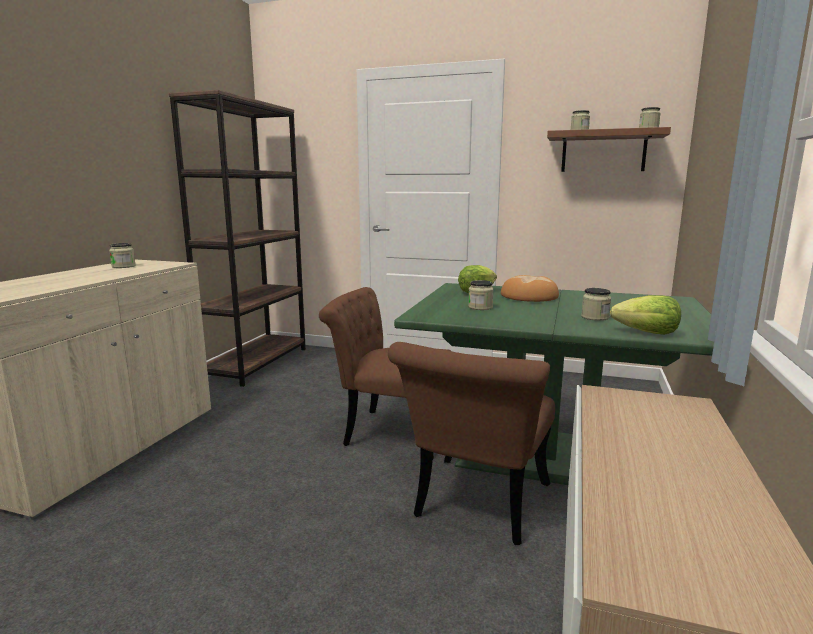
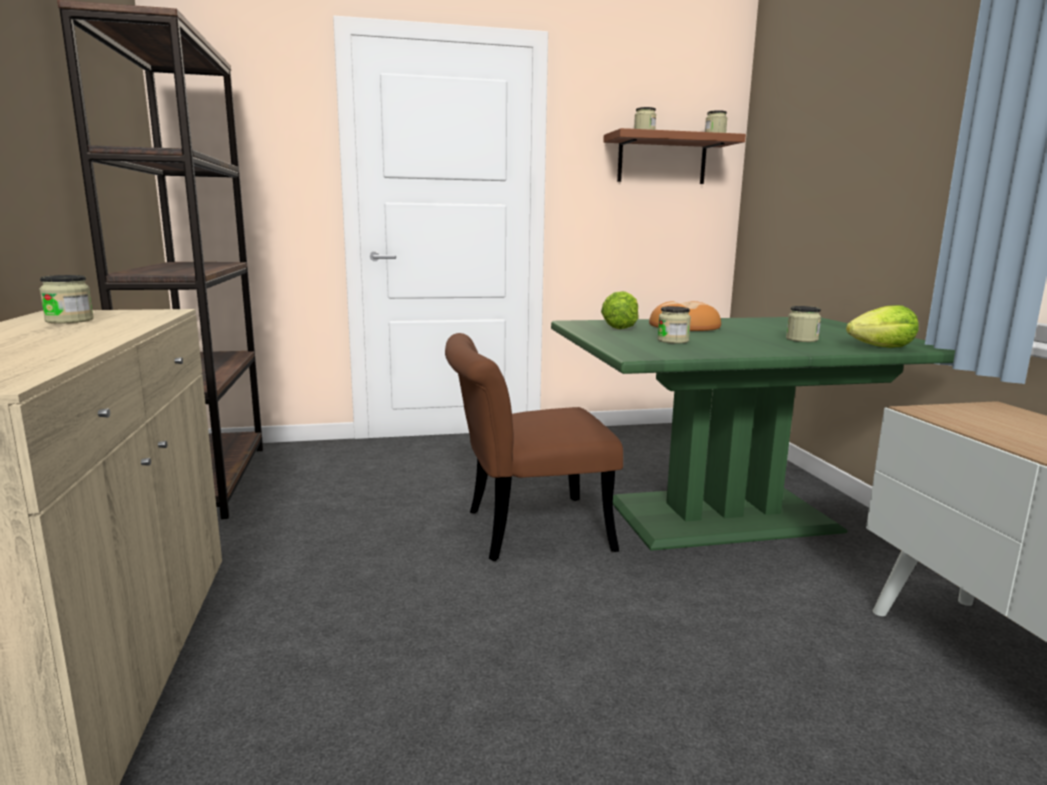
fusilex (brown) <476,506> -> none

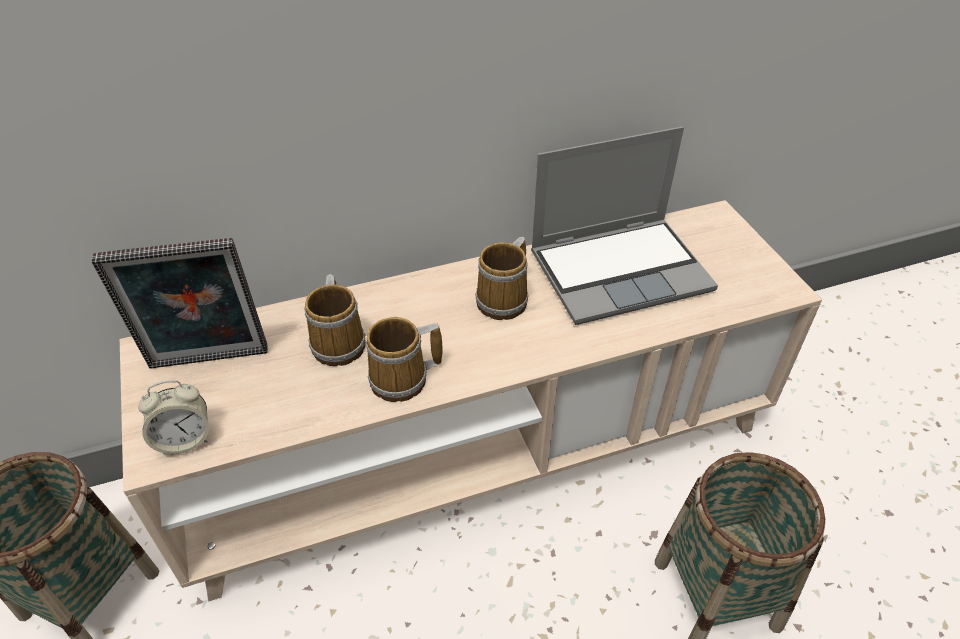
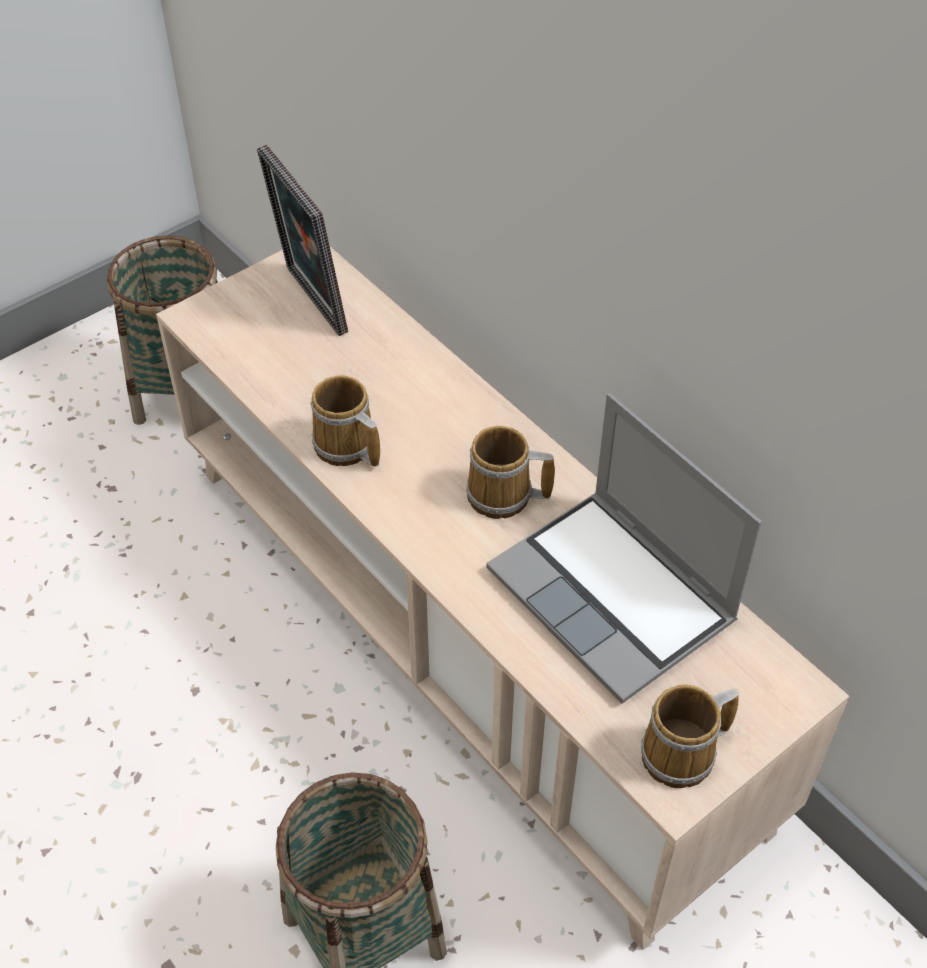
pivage <184,439> -> none
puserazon <340,342> -> puserazon <684,755>, moved

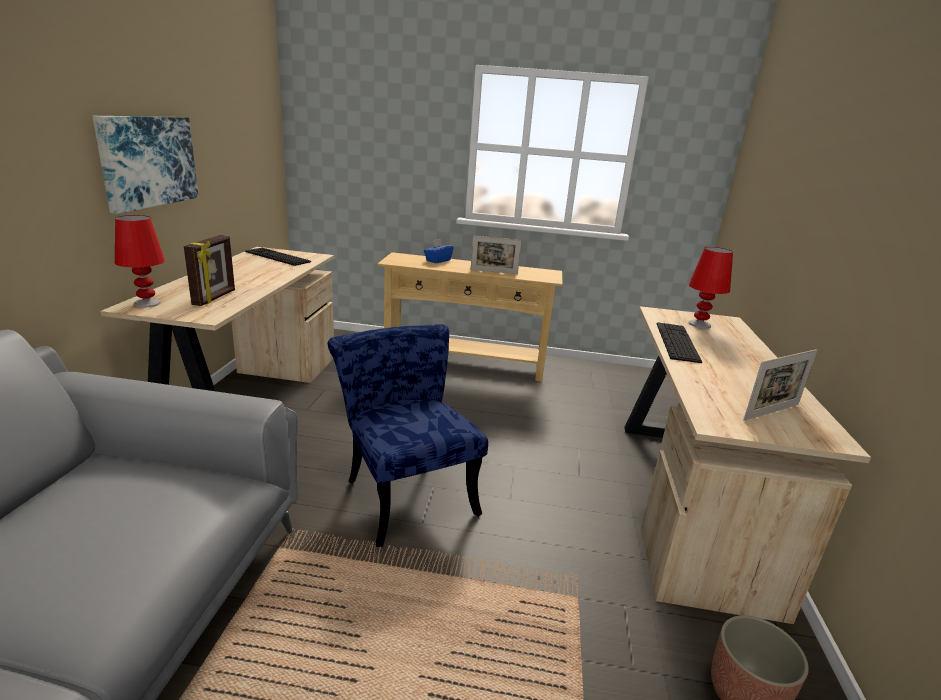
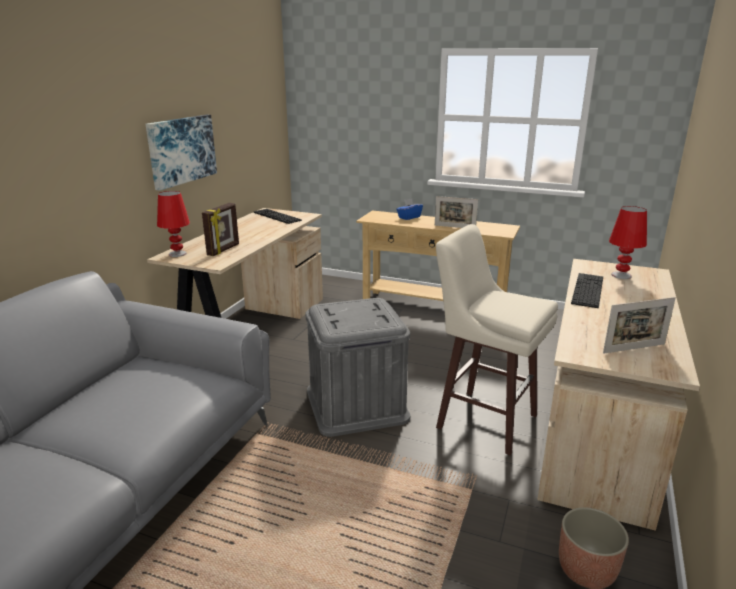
fusilex (blue) <405,491> -> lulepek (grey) <356,404>
none -> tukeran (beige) <484,420>

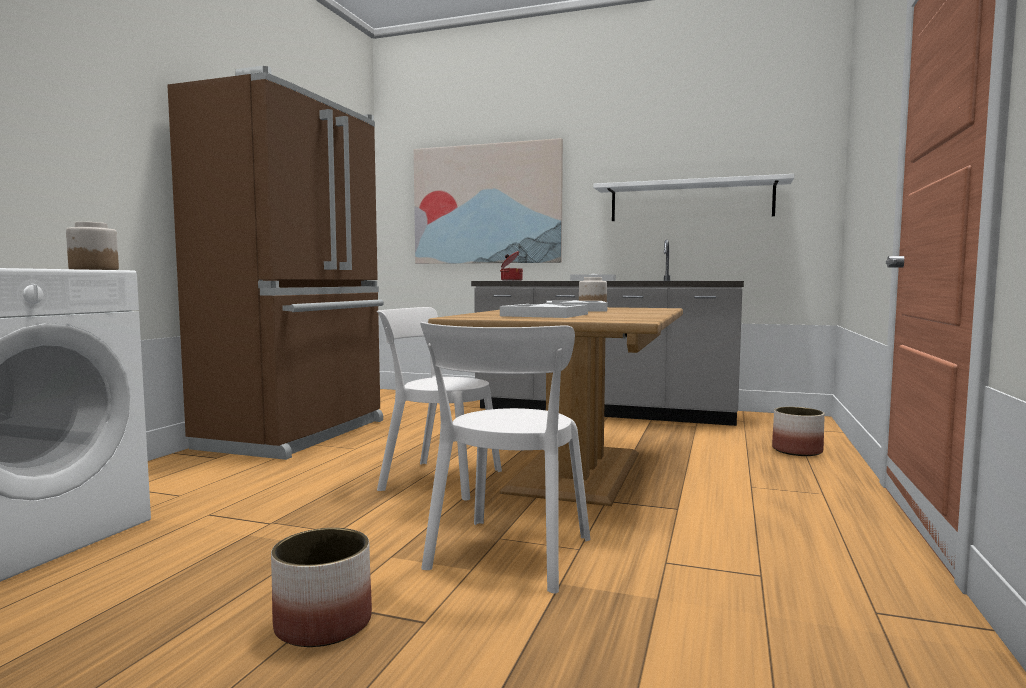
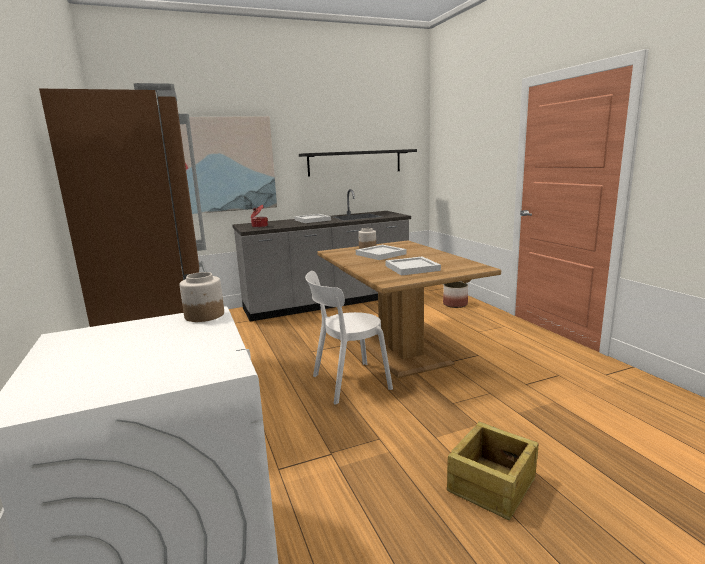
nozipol <323,624> -> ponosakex <490,484>
fusilex (white) <507,556> -> none
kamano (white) <690,201> -> kamano (black) <355,162>

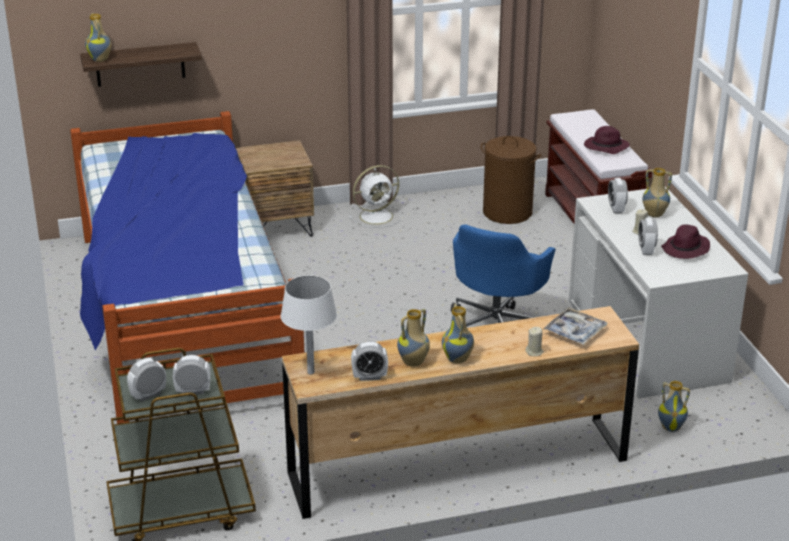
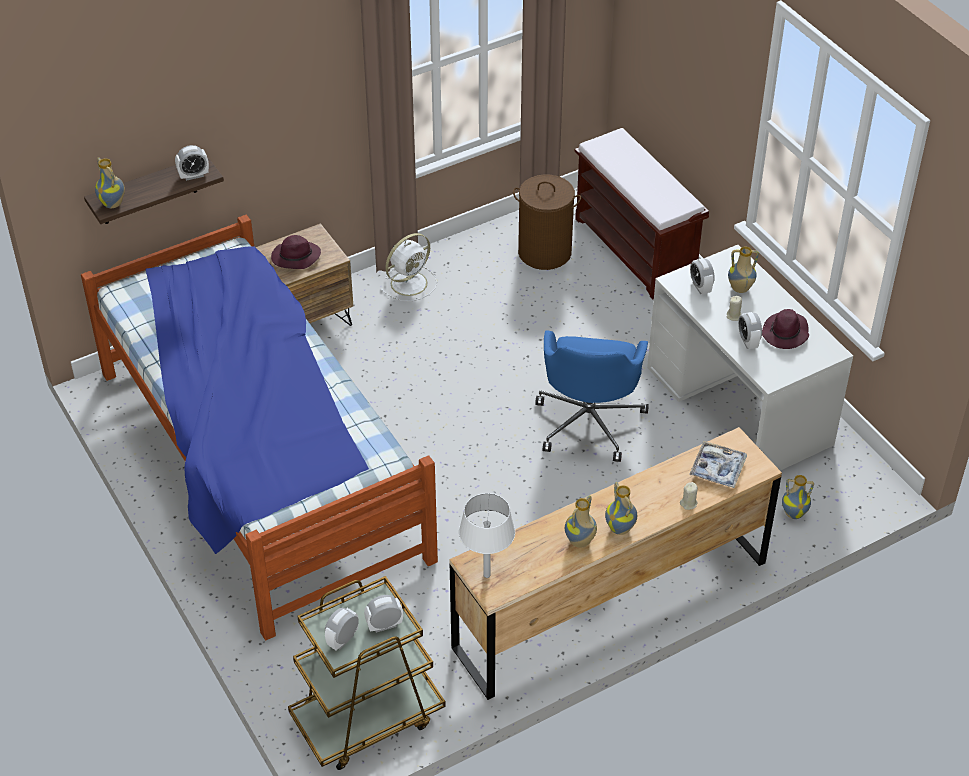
pivage <369,377> -> pivage <193,175>, moved
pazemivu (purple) <605,147> -> pazemivu (purple) <295,258>, moved

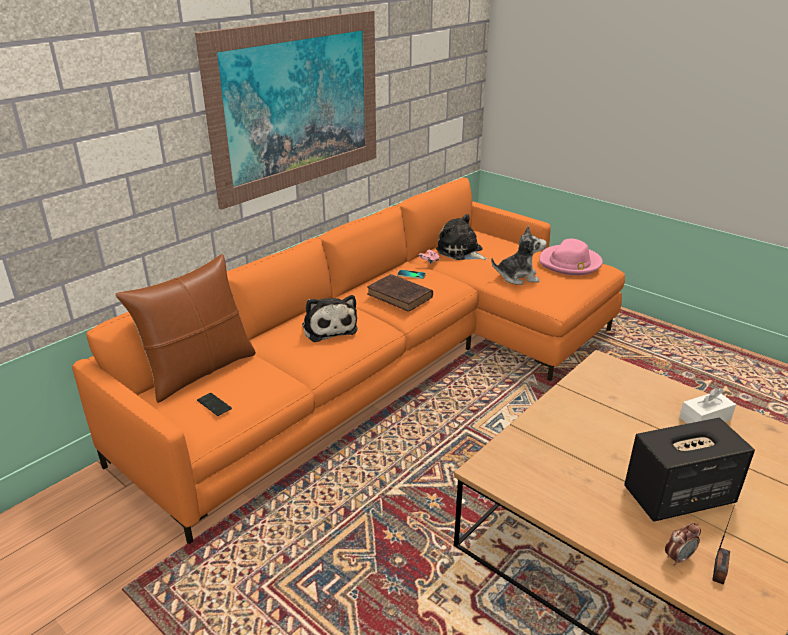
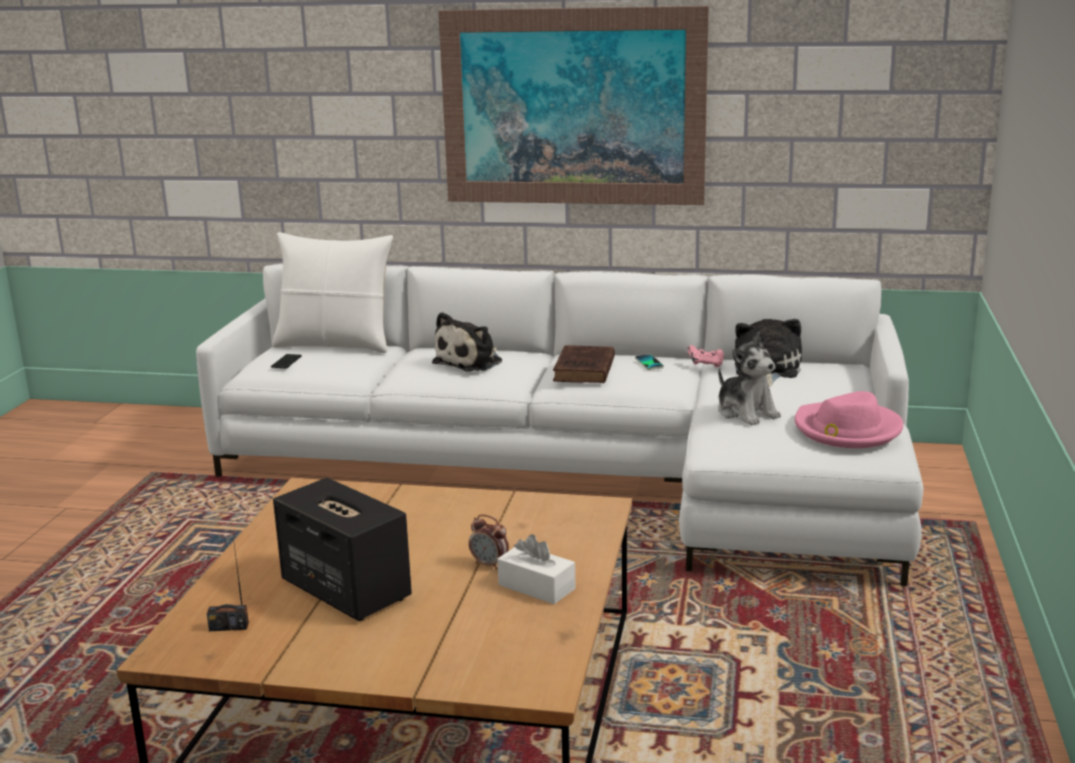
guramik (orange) <392,367> -> guramik (white) <585,475>
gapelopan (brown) <199,371> -> gapelopan (white) <335,344>
pivage <678,558> -> pivage <489,564>, moved

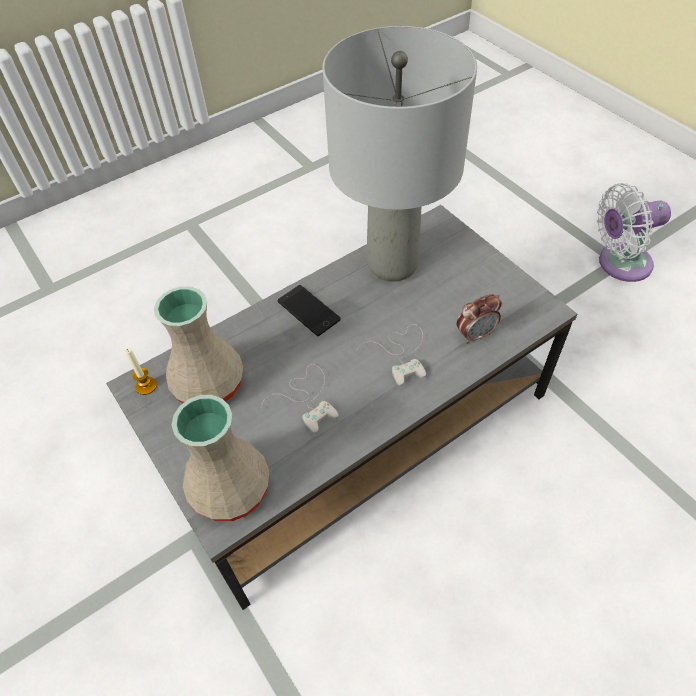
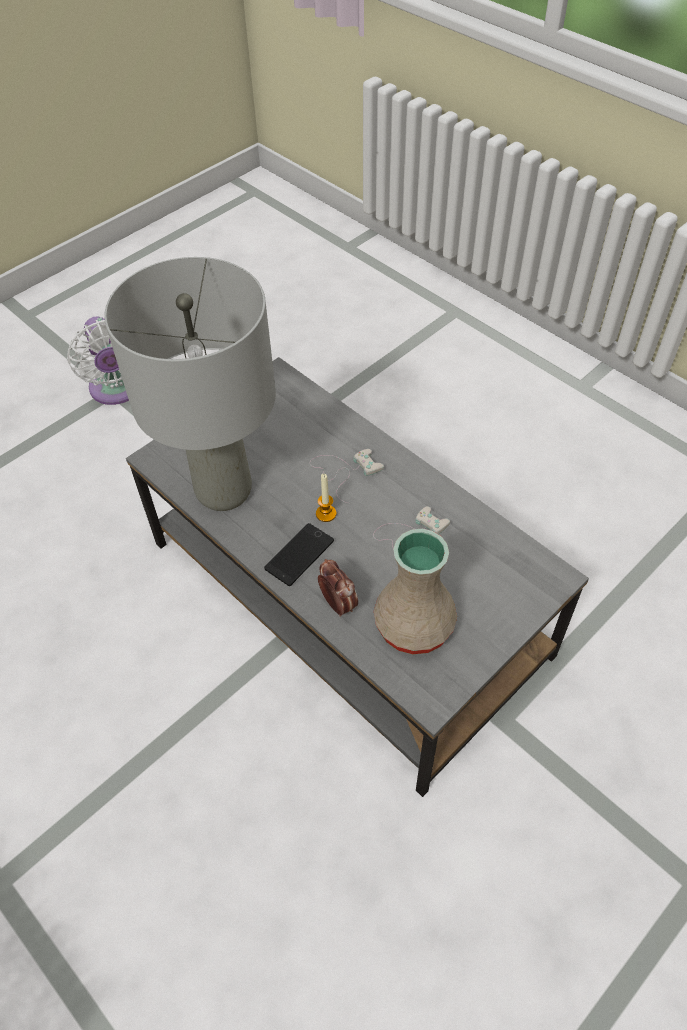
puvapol <146,386> -> puvapol <326,513>, moved
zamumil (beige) <232,490> -> none
pivage <475,334> -> pivage <338,604>, moved

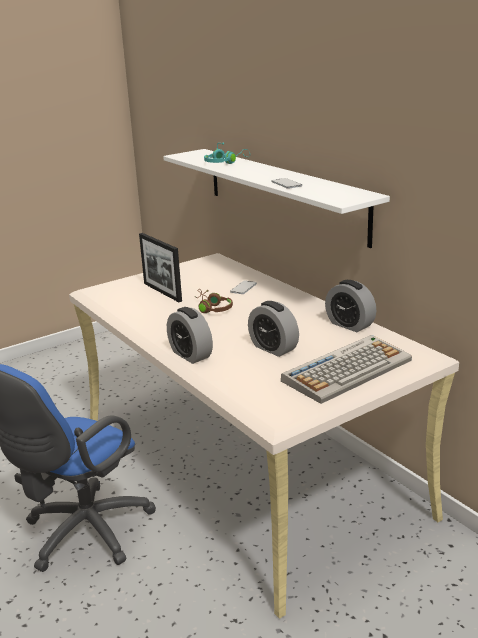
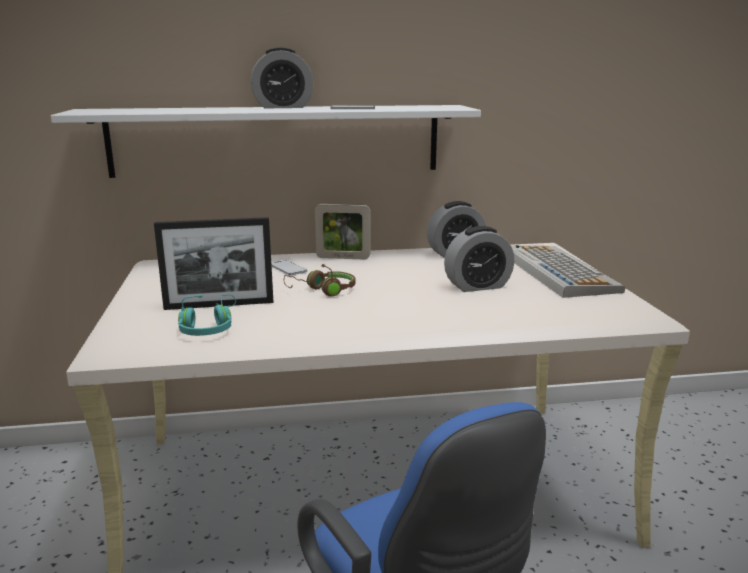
pivage <190,355> -> pivage <282,107>, moved
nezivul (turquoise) <224,163> -> nezivul (turquoise) <209,327>, moved
none -> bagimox <343,258>

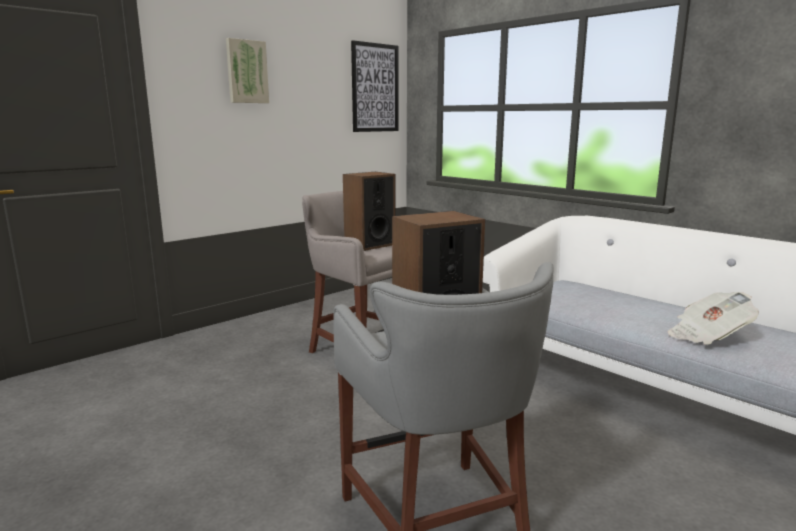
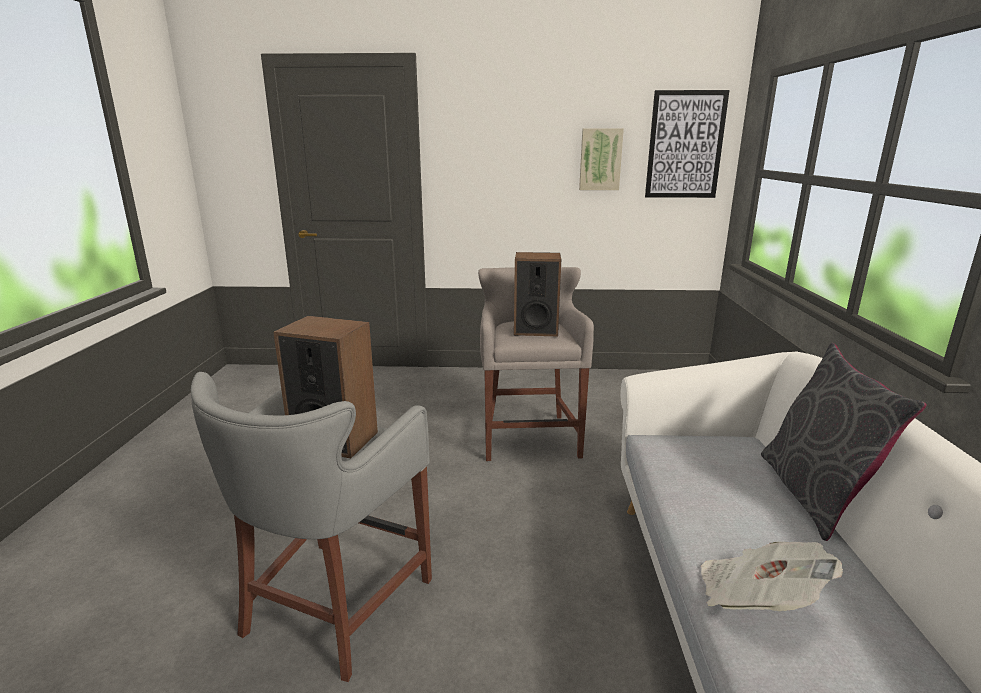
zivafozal <246,72> -> zivafozal <600,159>, moved
none -> gapelopan (grey) <814,494>

